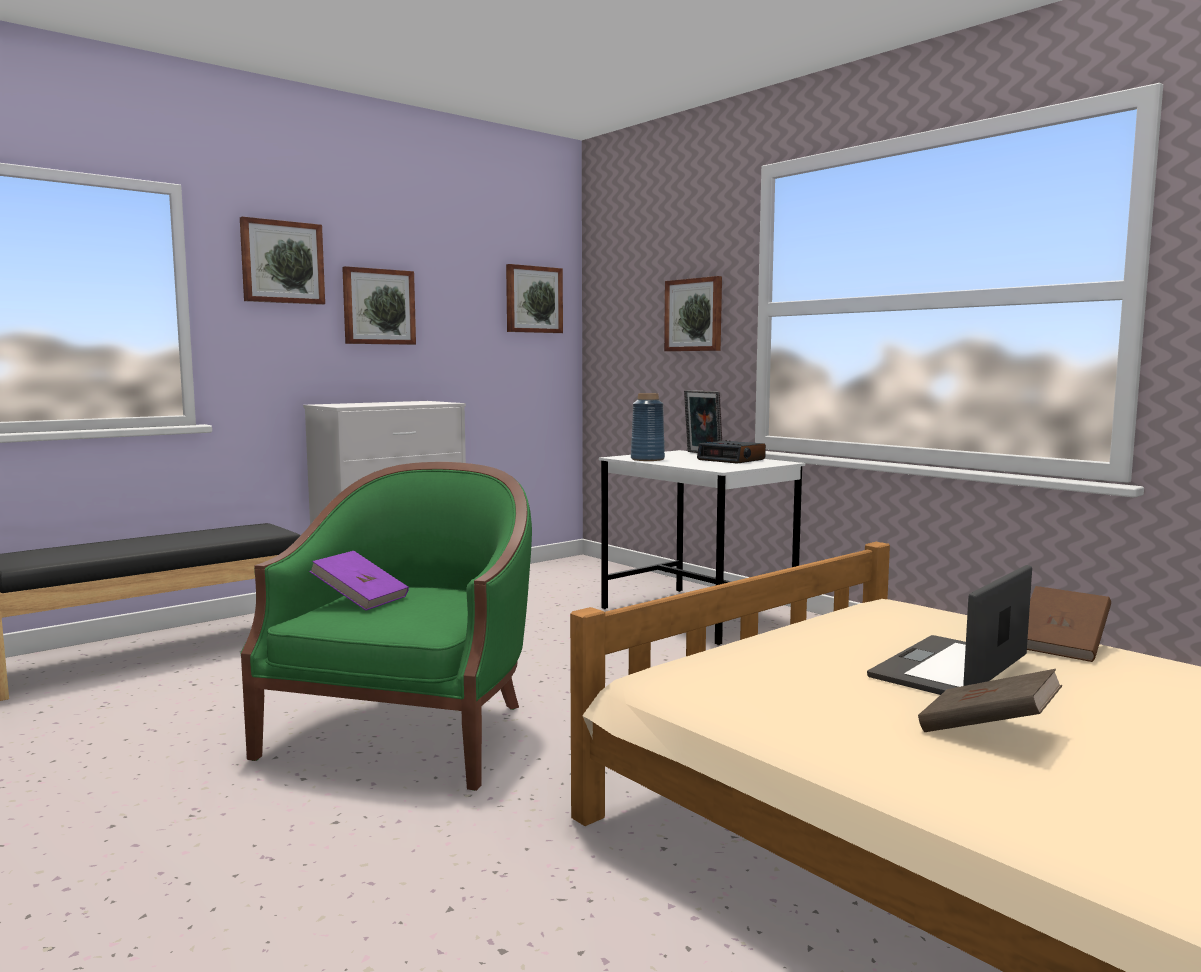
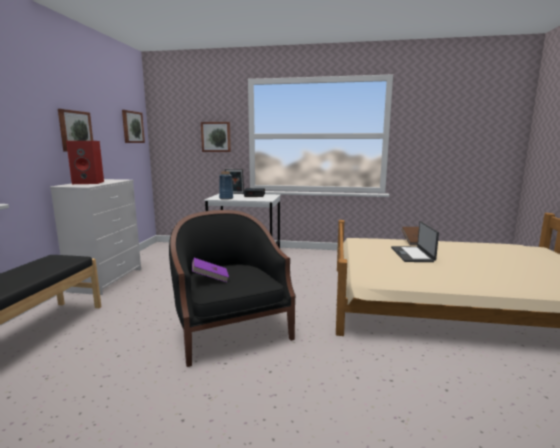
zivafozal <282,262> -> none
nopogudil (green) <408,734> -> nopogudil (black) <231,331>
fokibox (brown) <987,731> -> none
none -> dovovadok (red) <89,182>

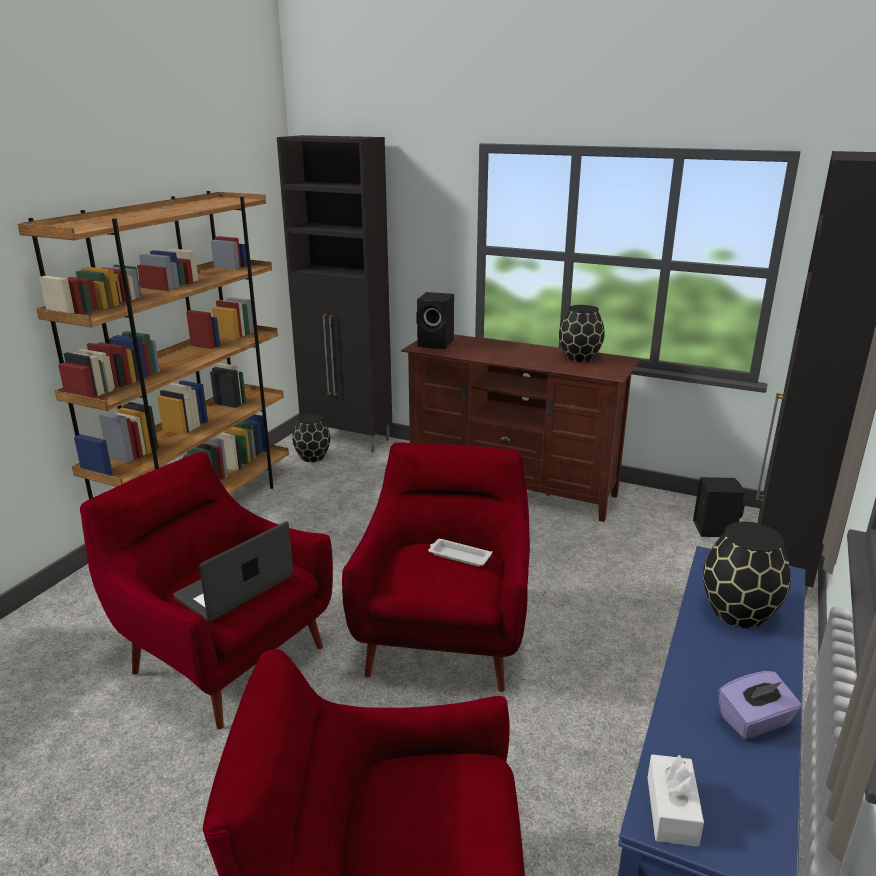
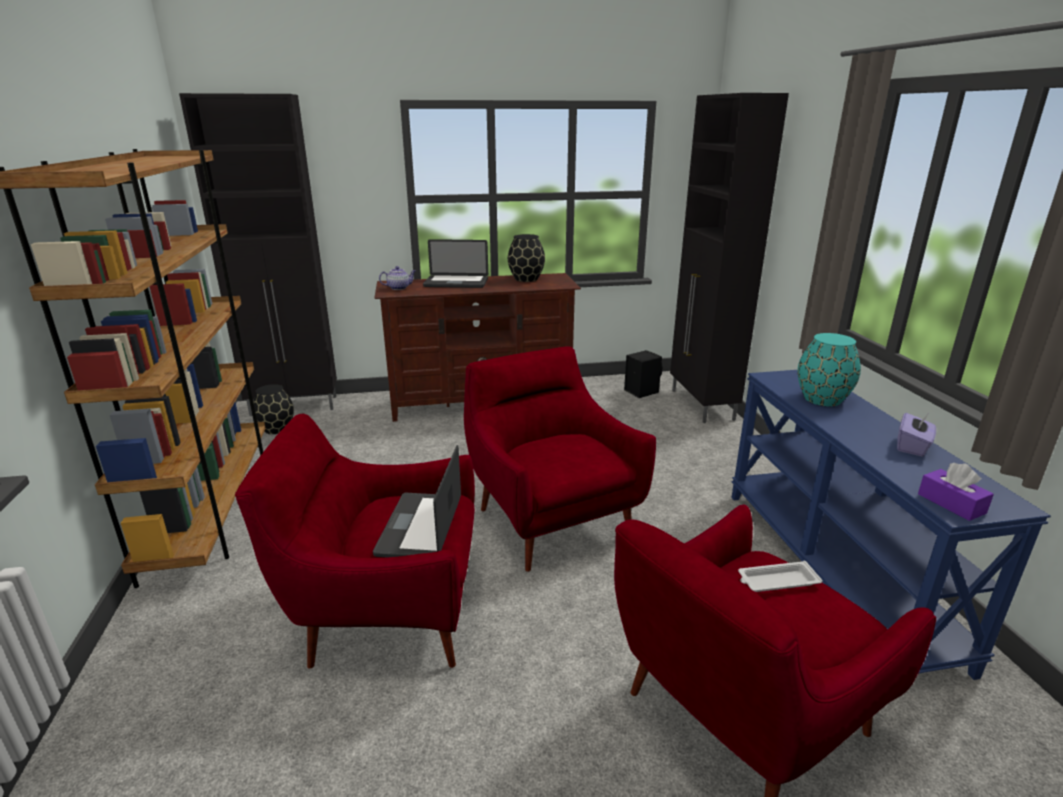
dovovadok (black) <437,343> -> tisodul <399,288>
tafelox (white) <458,556> -> tafelox (white) <776,581>, moved
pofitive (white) <671,810> -> pofitive (purple) <951,503>
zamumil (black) <737,613> -> zamumil (turquoise) <822,399>
none -> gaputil <456,283>

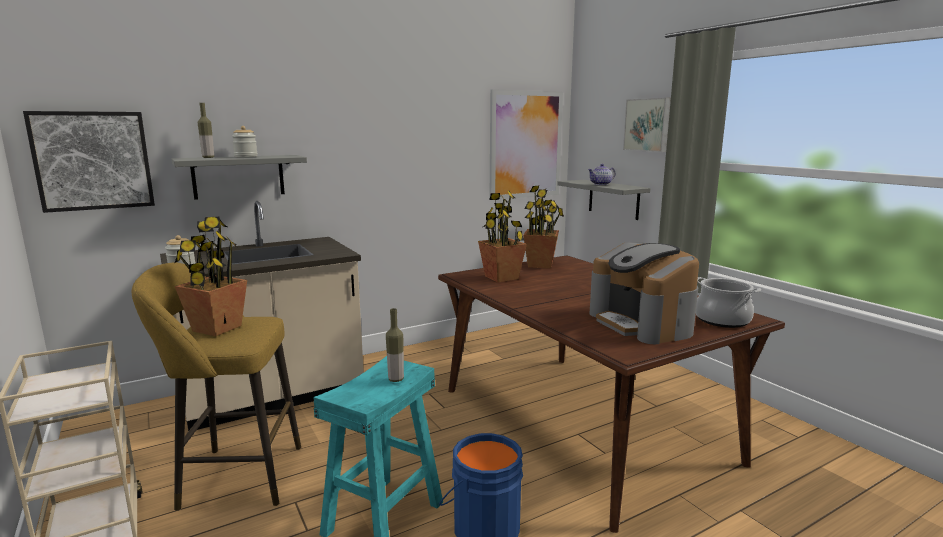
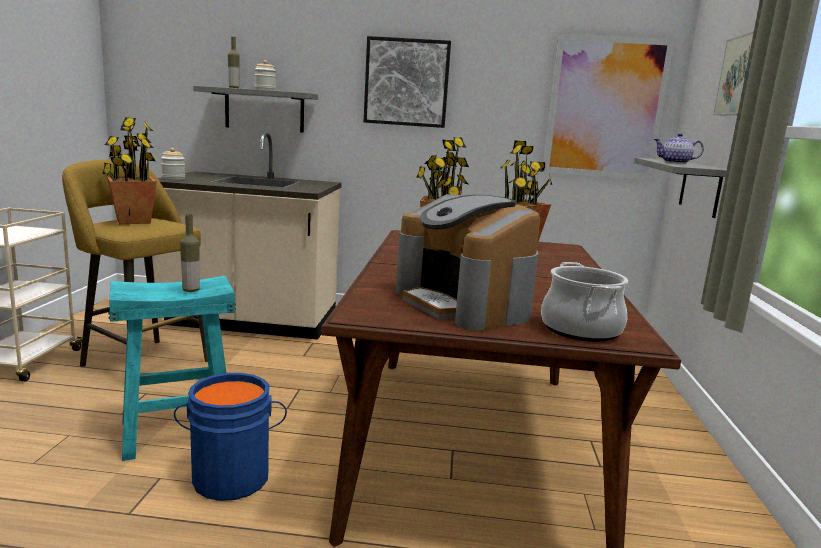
zivafozal <93,160> -> zivafozal <406,82>, moved
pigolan <642,323> -> pigolan <464,304>, 45 degrees counterclockwise

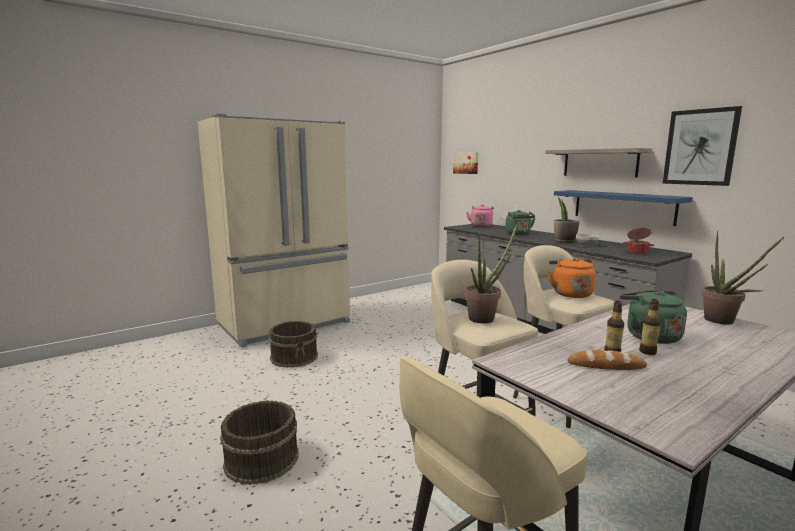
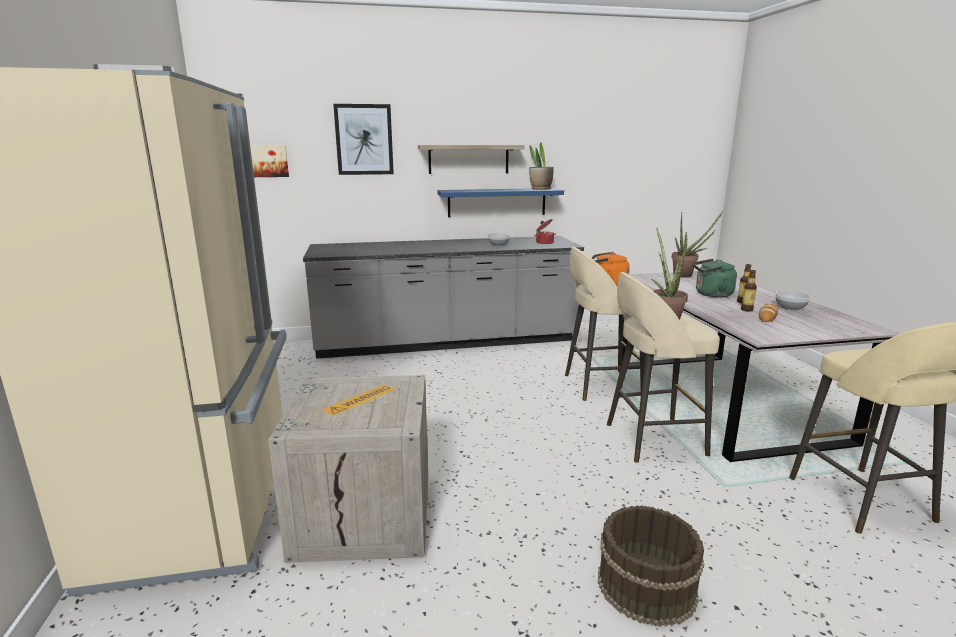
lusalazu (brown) <294,357> -> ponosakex <362,513>
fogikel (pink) <481,225> -> none
fogikel (green) <518,234> -> none
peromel <564,241> -> peromel <540,189>, moved
zivafozal <700,147> -> zivafozal <364,139>, moved
none -> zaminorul <790,308>

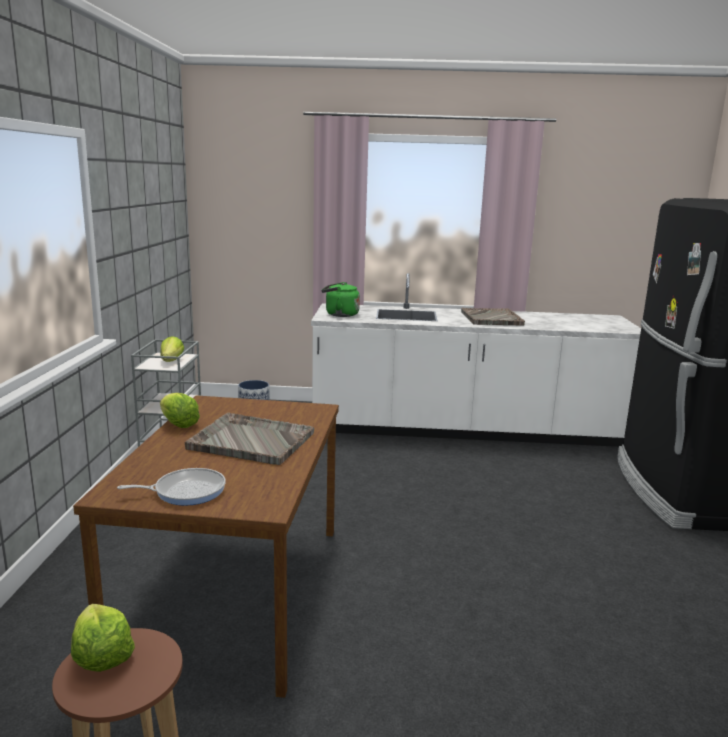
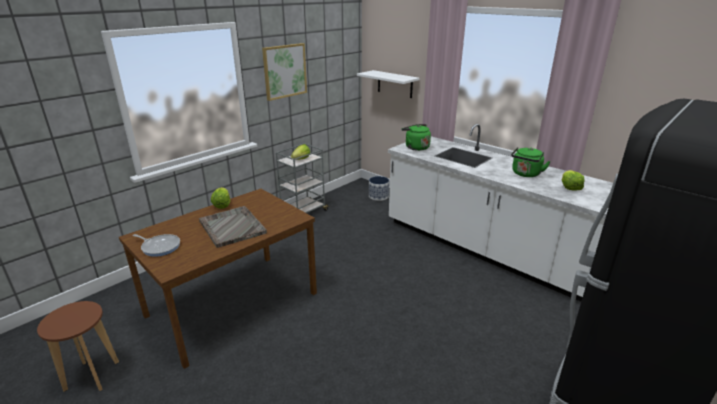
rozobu <101,655> -> rozobu <570,187>, moved
tafelox (grey) <491,318> -> fogikel (green) <525,174>
none -> zivafozal <284,71>
none -> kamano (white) <395,84>

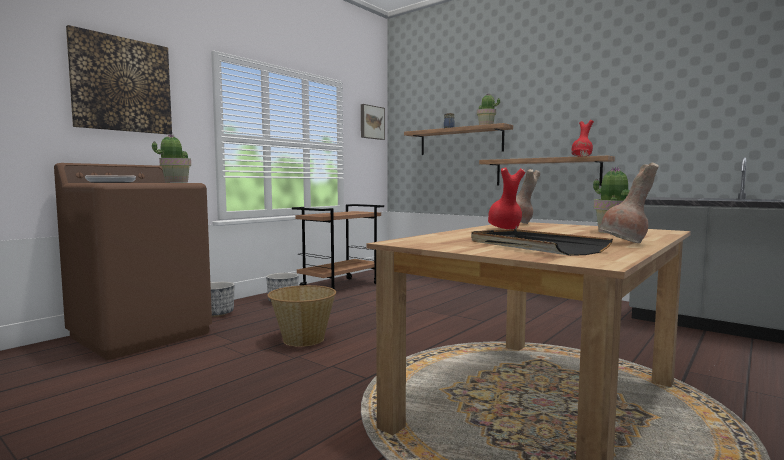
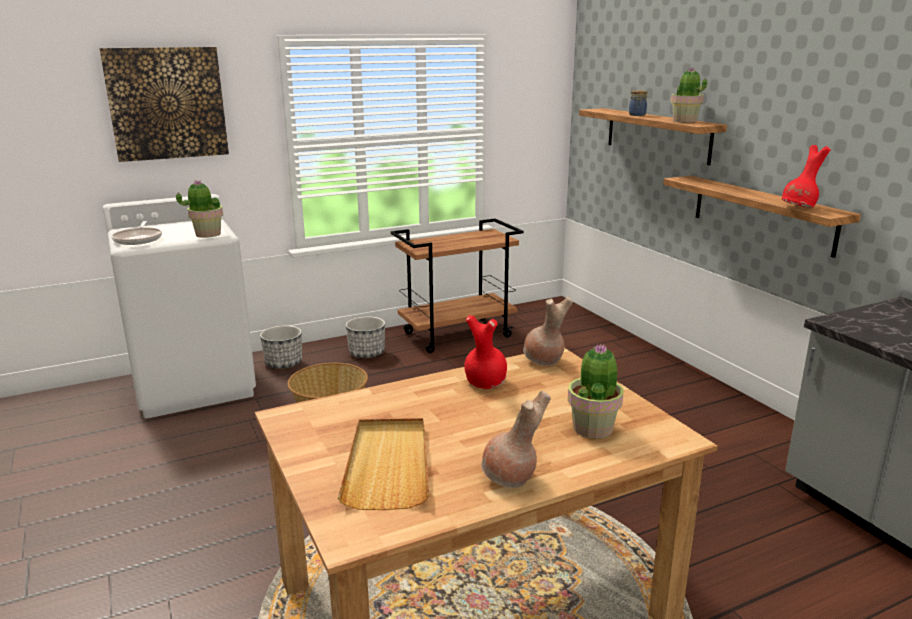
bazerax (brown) <141,334> -> bazerax (white) <194,385>
zivafozal <371,122> -> none
tafelox (black) <533,246> -> tafelox (beige) <388,465>

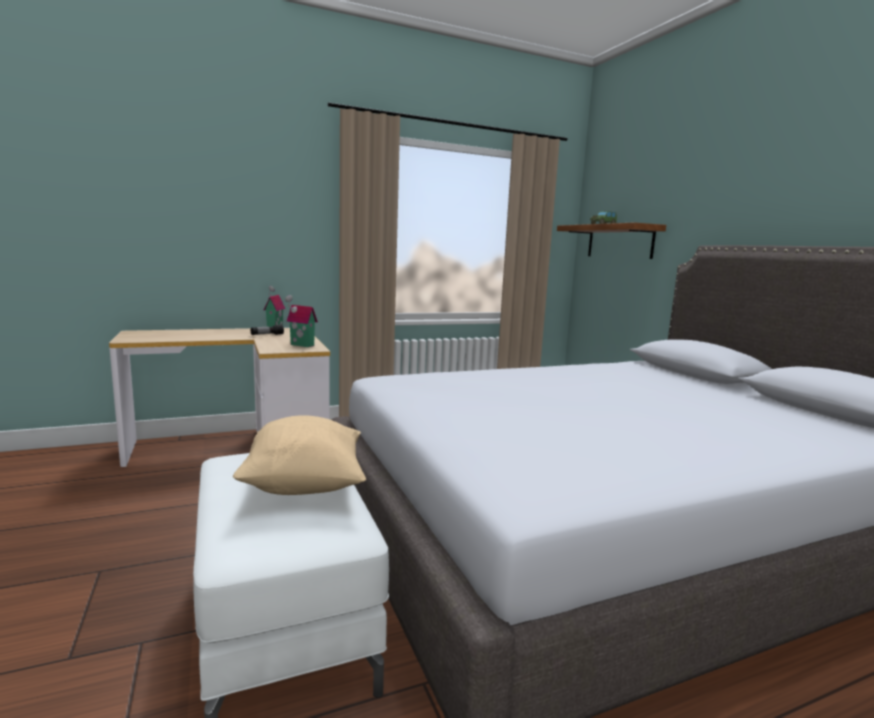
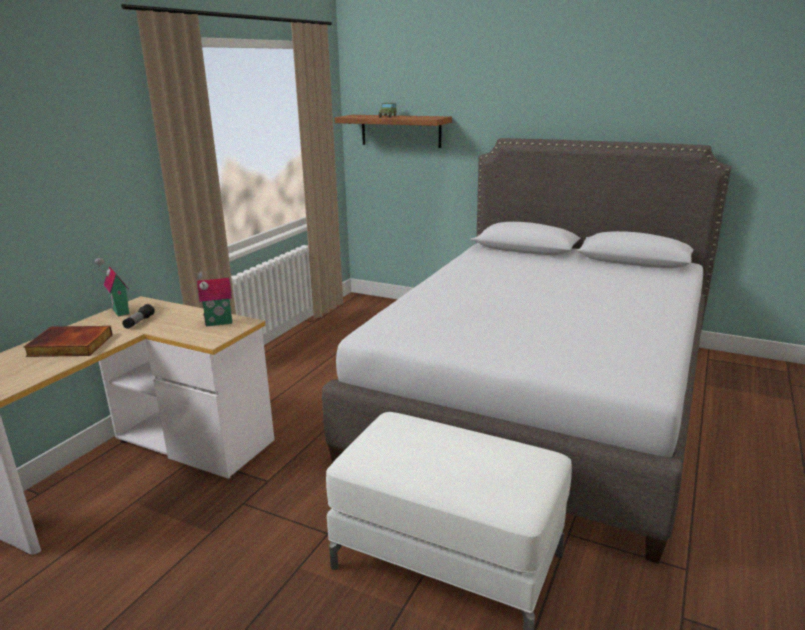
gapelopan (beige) <305,484> -> none
none -> fokibox <69,346>

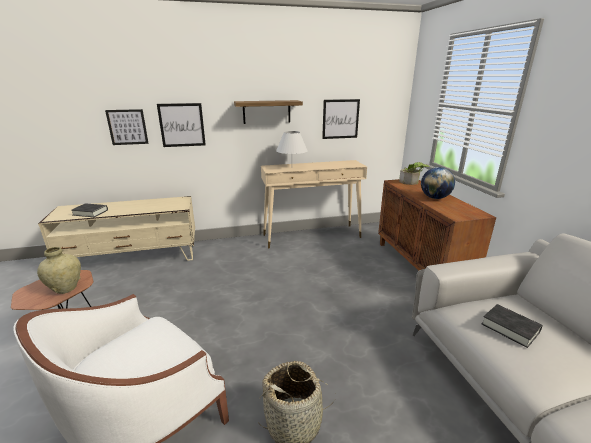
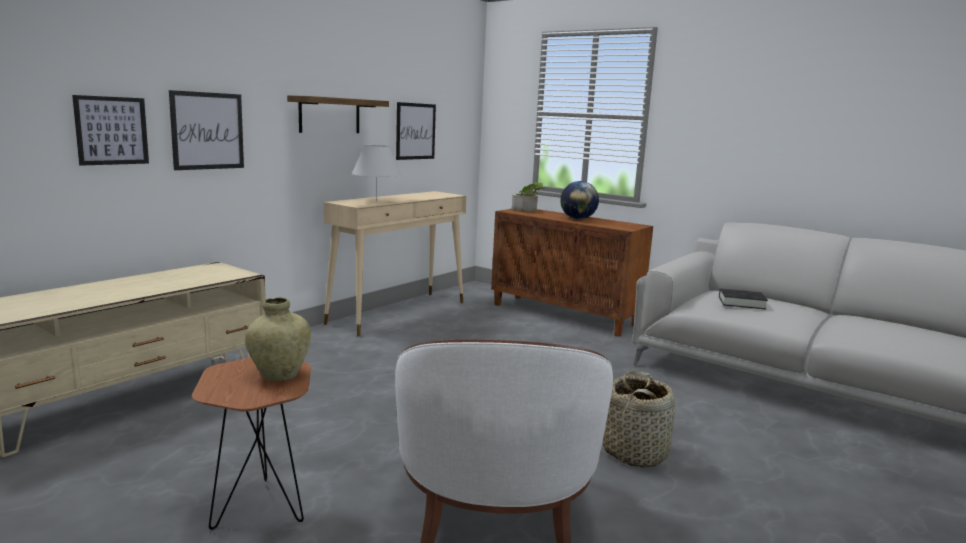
fokibox (black) <90,212> -> none

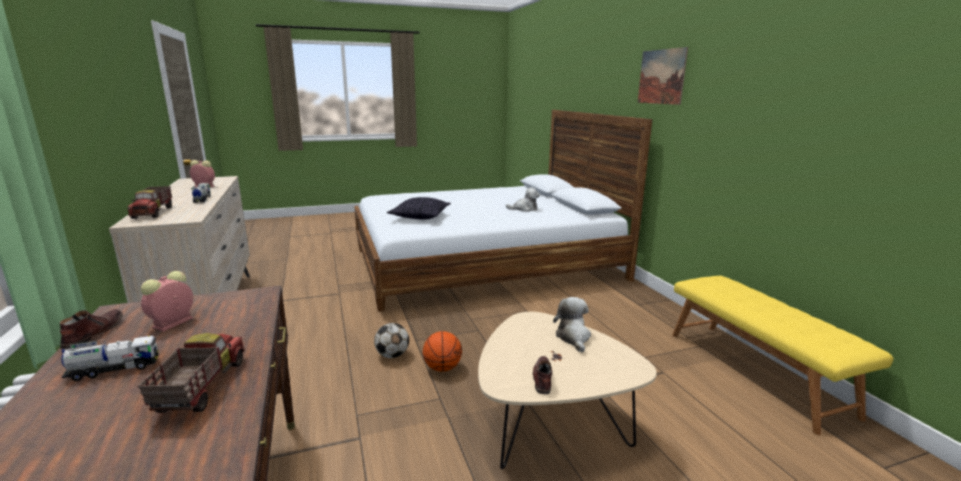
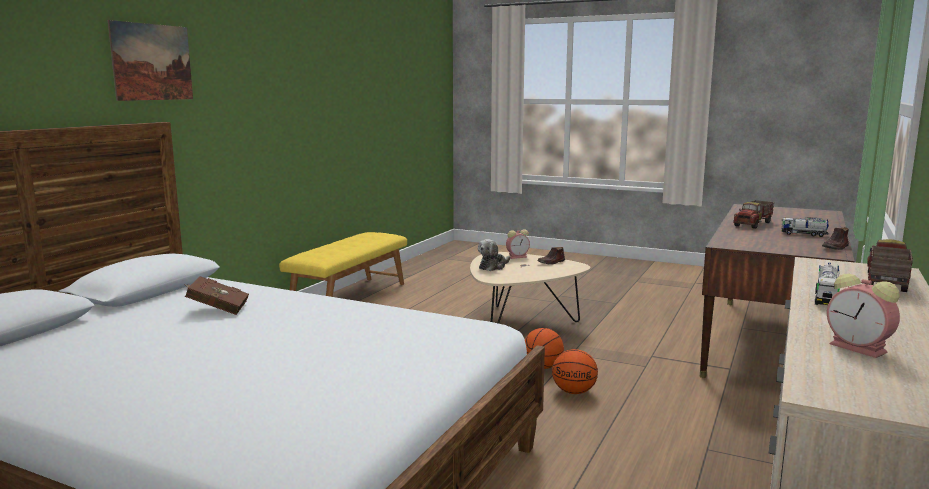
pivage <171,323> -> pivage <518,257>, moved
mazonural <392,355> -> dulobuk <574,392>
gapelopan <420,217> -> none
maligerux <524,209> -> fokibox (brown) <216,309>

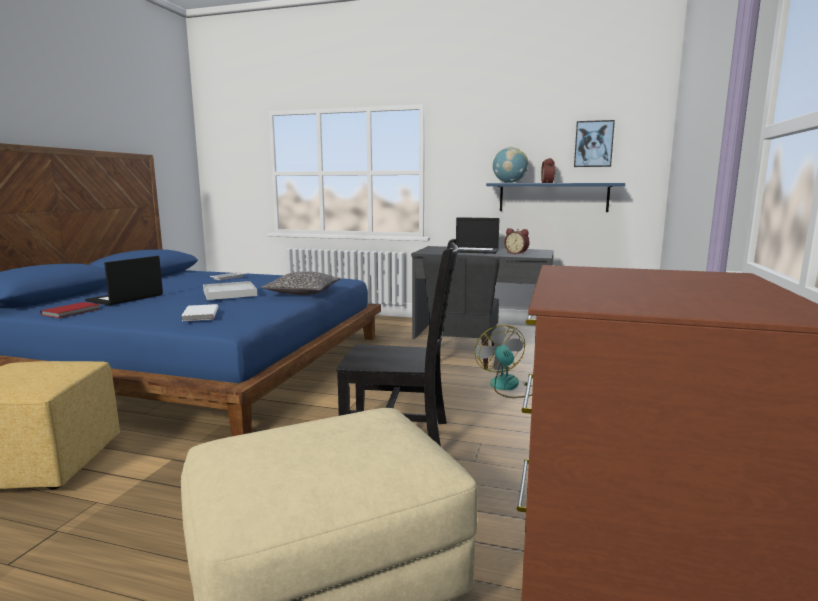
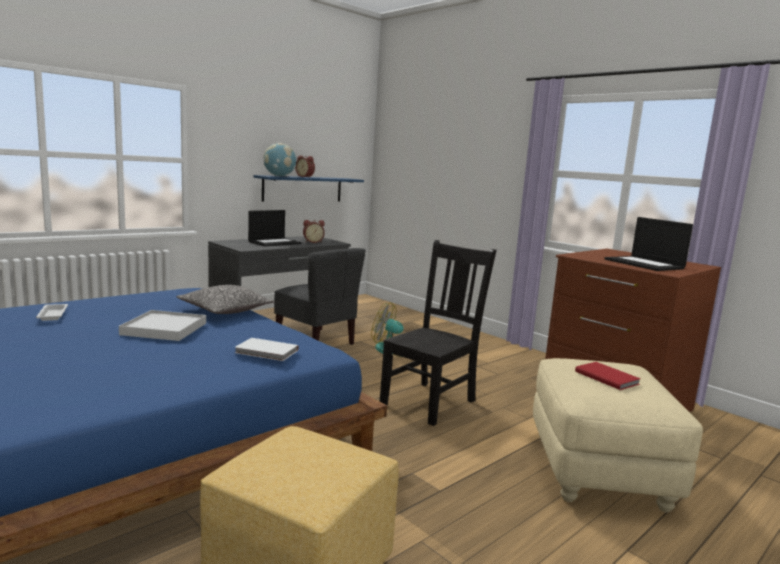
fokibox (red) <73,312> -> fokibox (red) <606,377>, moved
gaputil <125,298> -> gaputil <645,264>, moved
zivafozal <593,144> -> none

